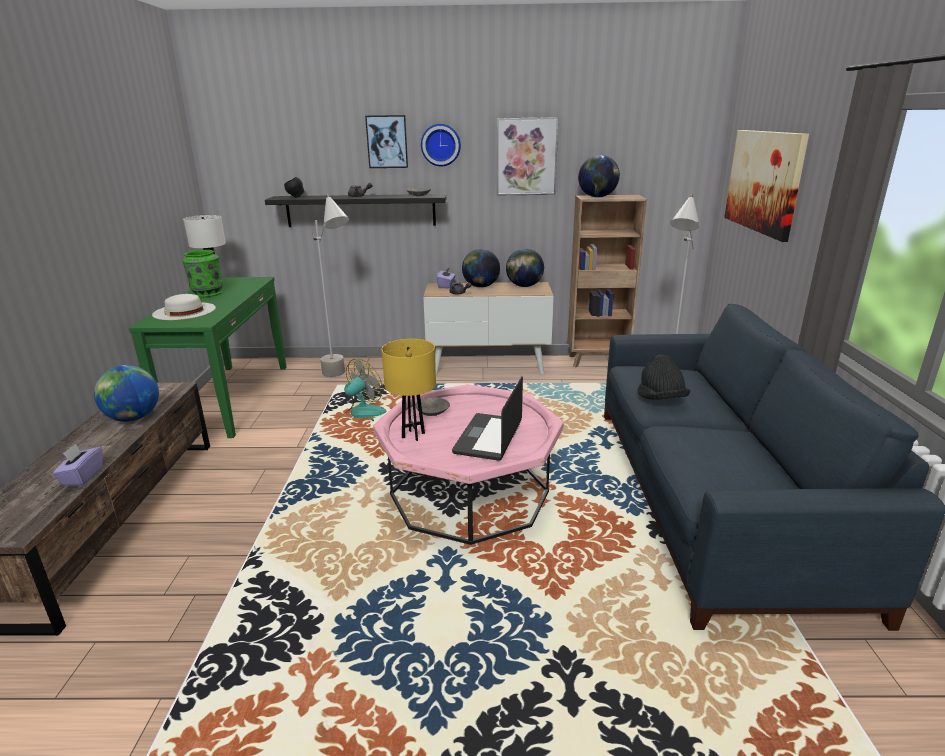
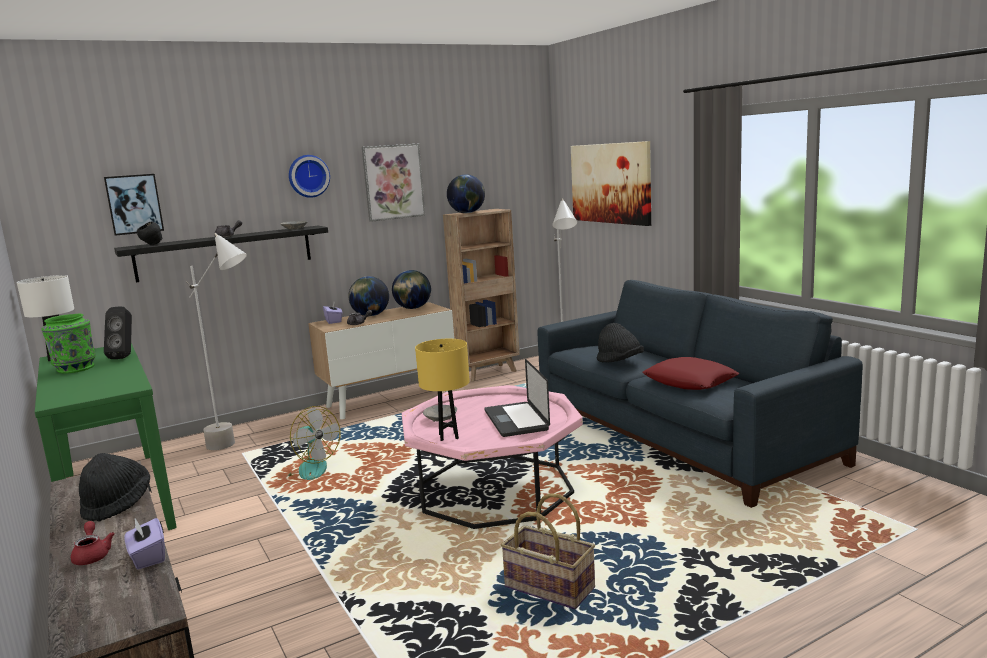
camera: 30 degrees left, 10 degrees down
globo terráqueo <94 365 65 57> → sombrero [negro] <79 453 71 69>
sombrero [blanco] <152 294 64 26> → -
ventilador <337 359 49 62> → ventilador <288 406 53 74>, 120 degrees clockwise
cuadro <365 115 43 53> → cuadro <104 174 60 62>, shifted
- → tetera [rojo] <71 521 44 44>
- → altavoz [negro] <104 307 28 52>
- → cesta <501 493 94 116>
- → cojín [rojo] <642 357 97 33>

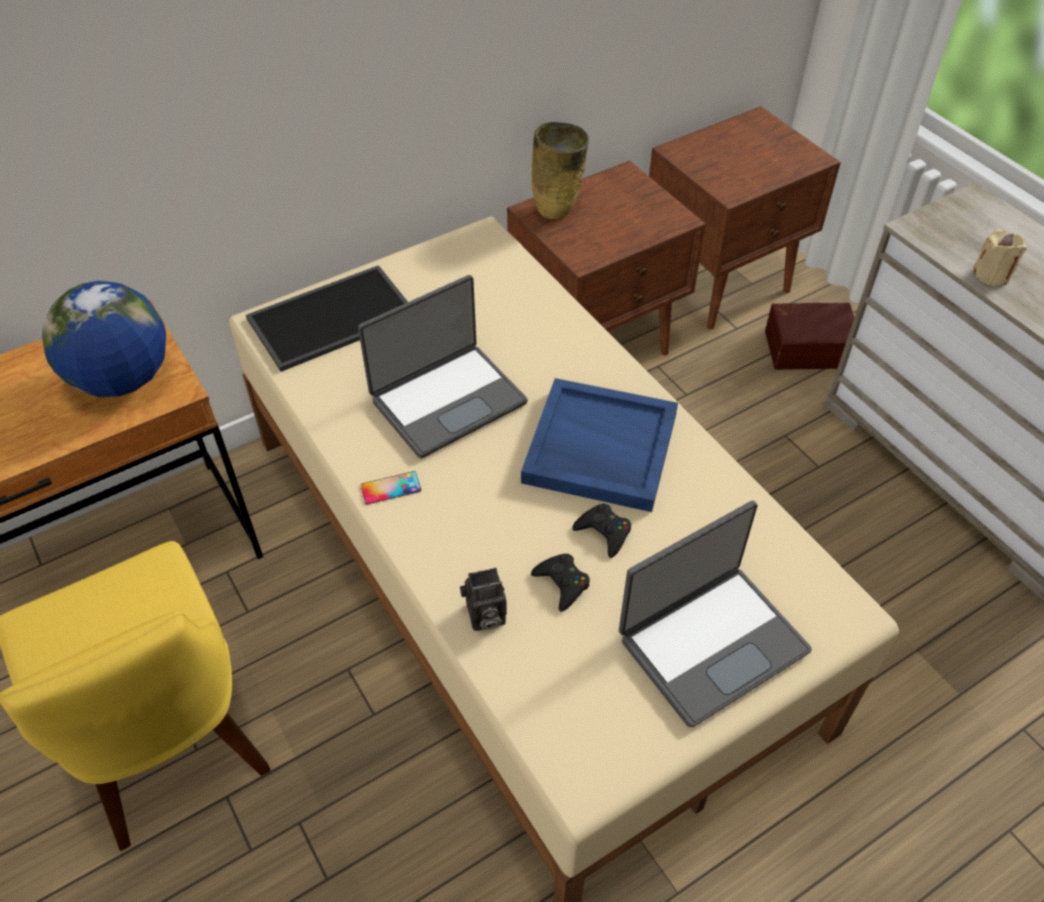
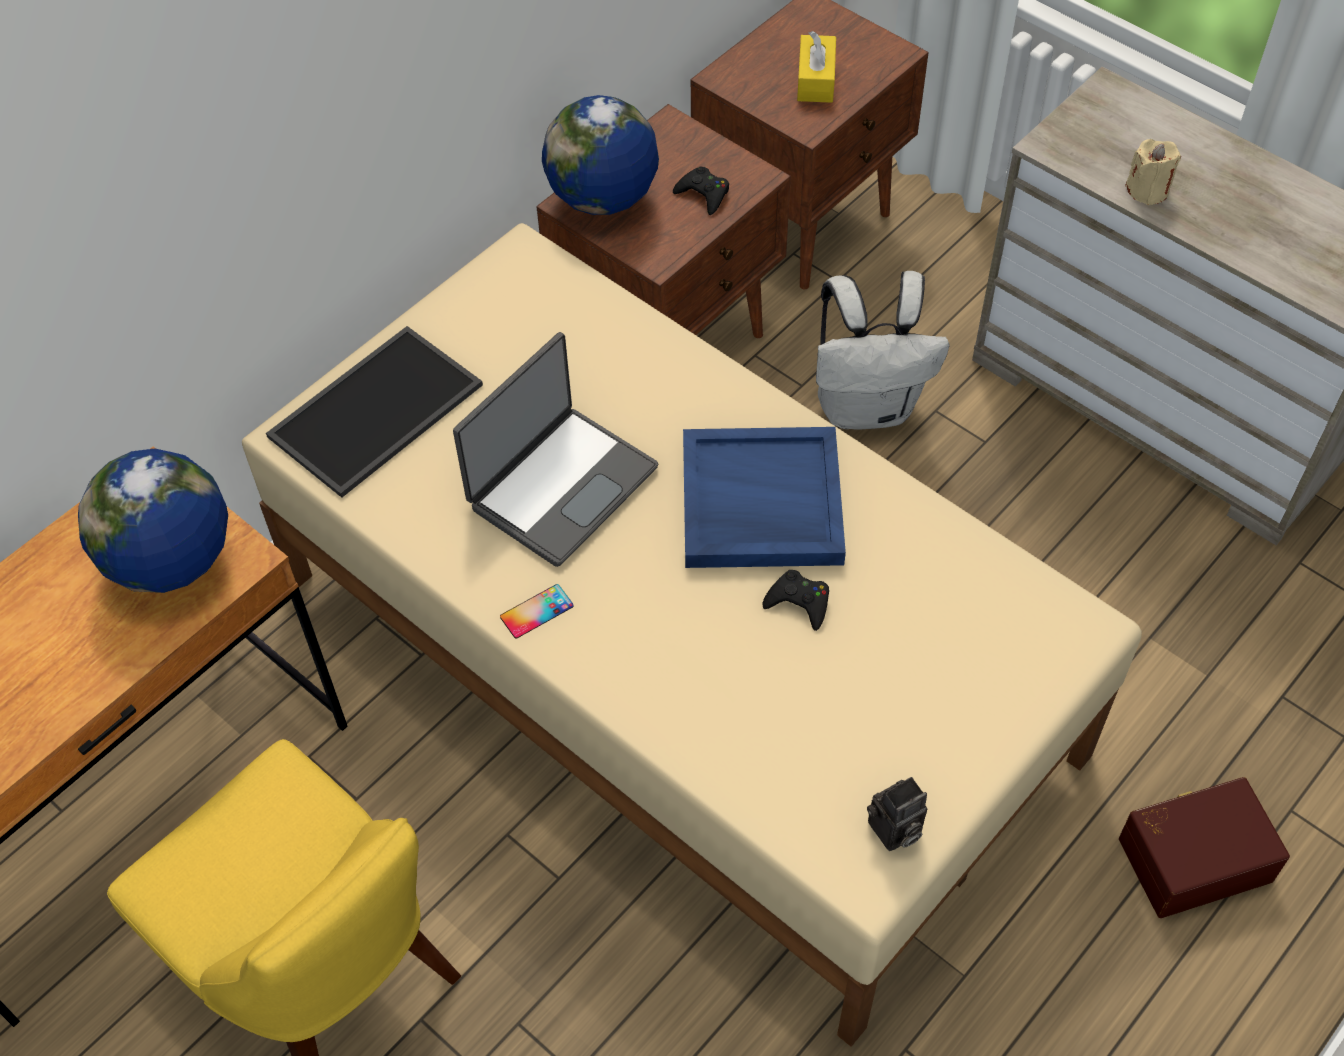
camera: 15 degrees left, 5 degrees up
cámara <460 568 47 63> → cámara <867 777 60 74>, shifted
florero [beis] <531 122 58 98> → globo terráqueo <542 95 117 120>
mando de consola [negro] <531 554 59 58> → mando de consola [negro] <673 166 56 49>, shifted
portátil <619 501 193 226> → -
caja de almacenaje [marrón] <765 302 89 68> → caja de almacenaje [marrón] <1119 777 171 141>, shifted
- → caja de pañuelos [amarillo] <797 31 39 72>
- → mochila [blanco] <816 271 134 158>

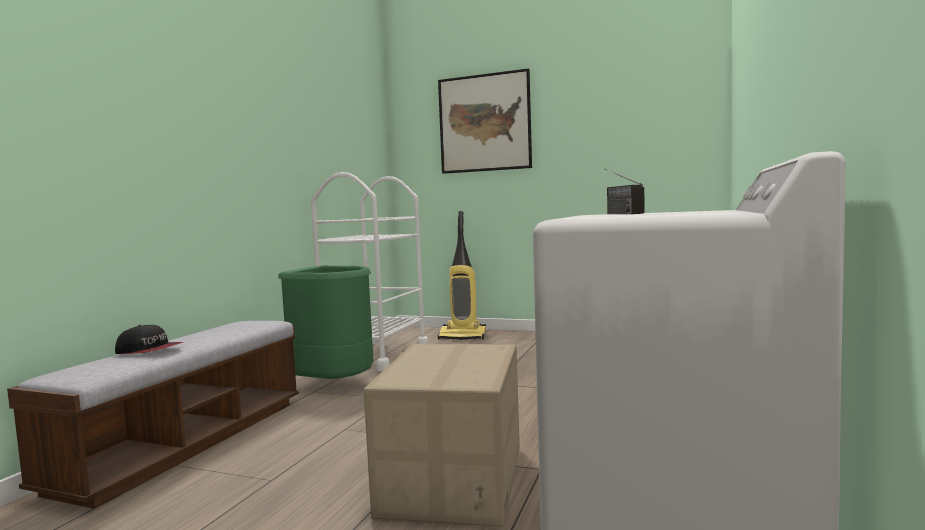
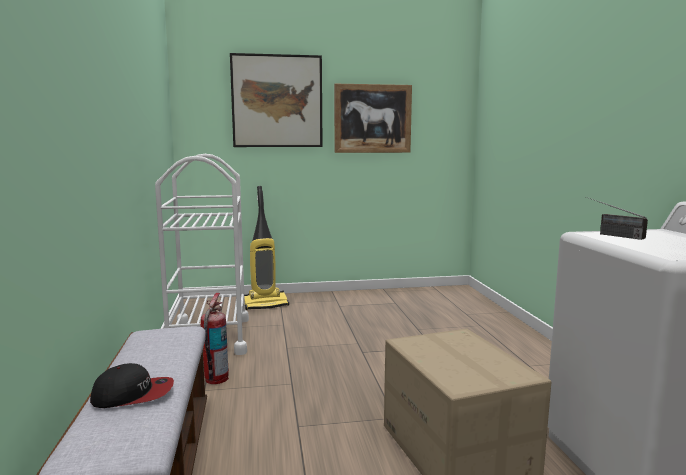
camera: 30 degrees left, 5 degrees up
papelera [verde] <278 266 96 113> → extintor <200 293 29 91>
- → cuadro <334 84 78 69>

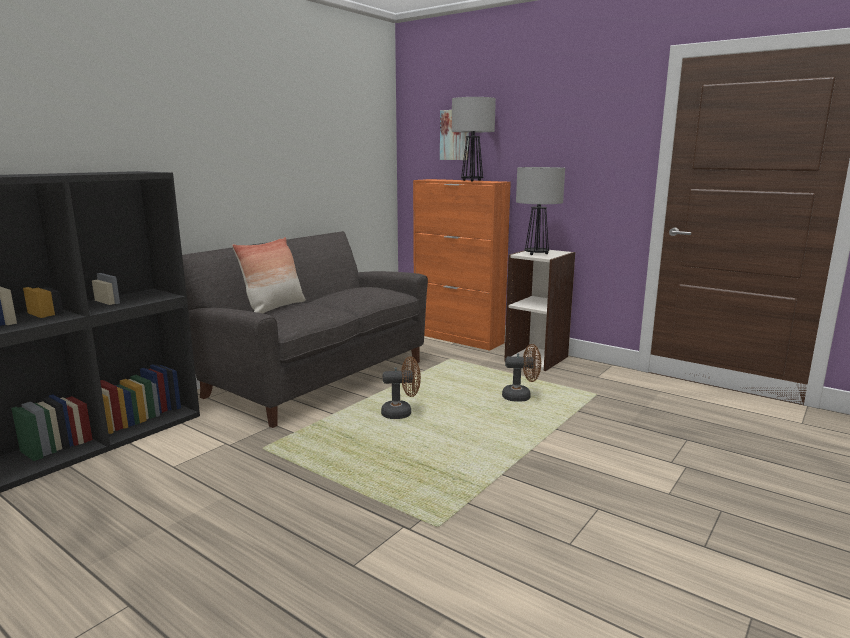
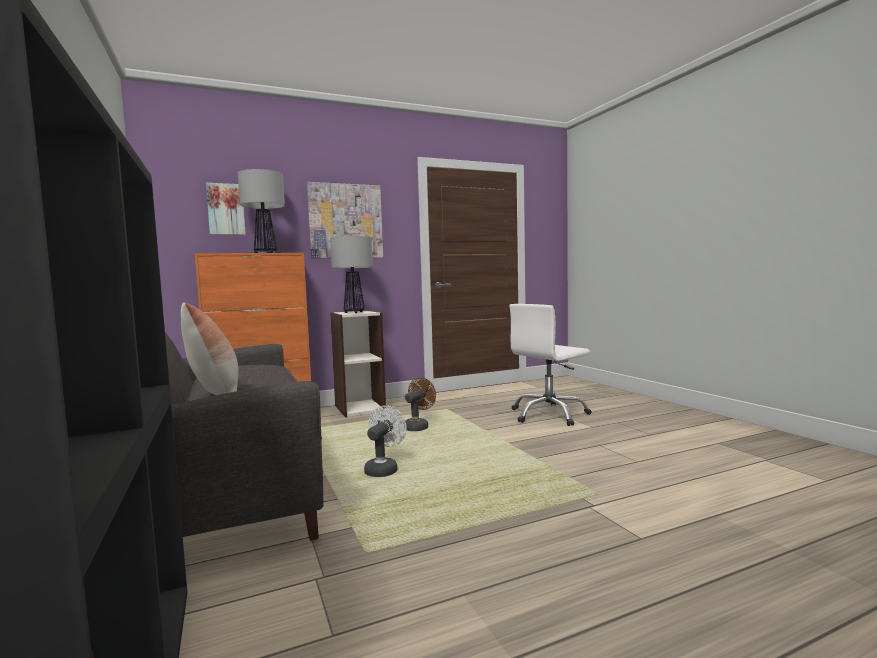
camera: 60 degrees left, 10 degrees down
ventilador [marrón] <381 356 40 63> → ventilador [blanco] <364 405 43 72>
- → cuadro <307 182 76 76>
- → silla de oficina [blanco] <509 304 83 122>

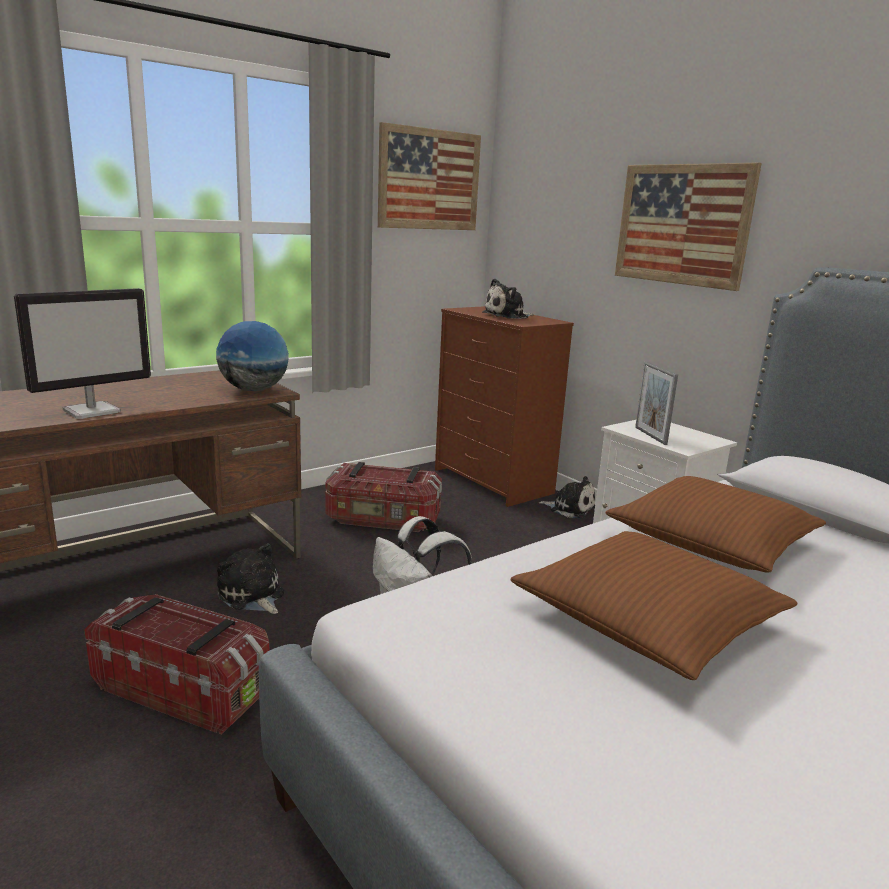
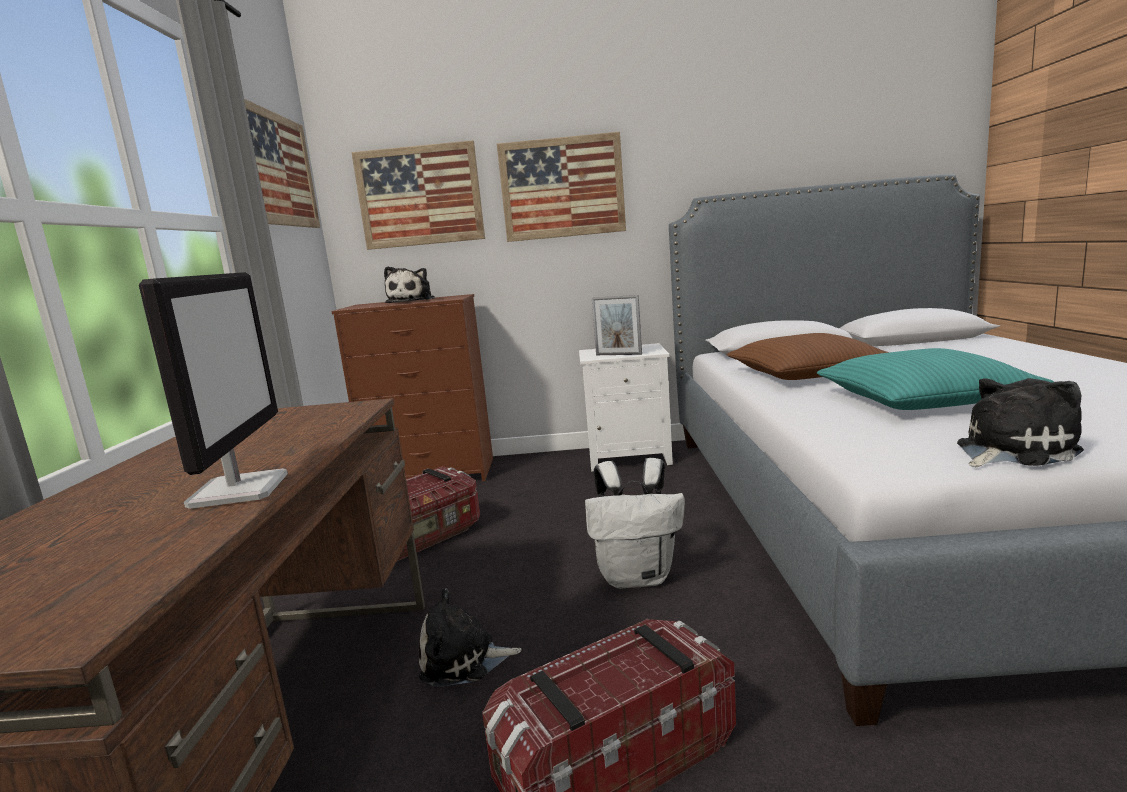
camera: 50 degrees left, 5 degrees down
globo terráqueo <216 321 73 70> → -
cojín [marrón] <511 531 287 149> → cojín [turquesa] <817 348 237 62>
peluche <539 476 56 43> → peluche <957 378 127 89>, shifted
- → cuadro <351 140 134 110>

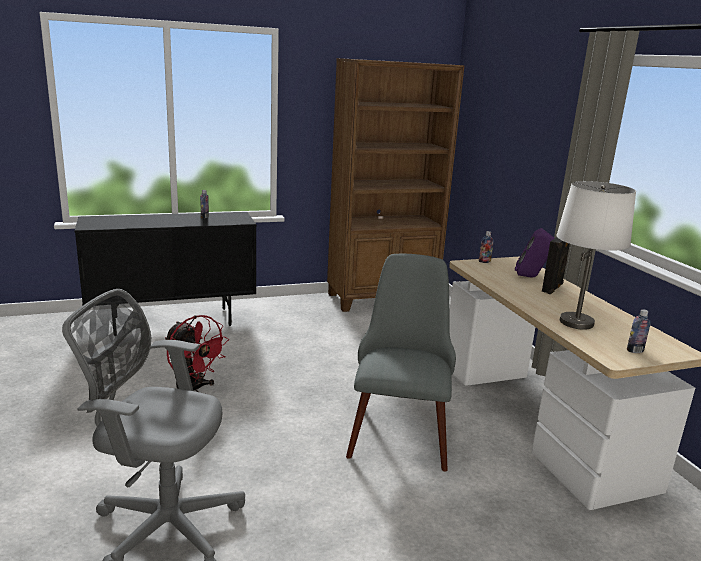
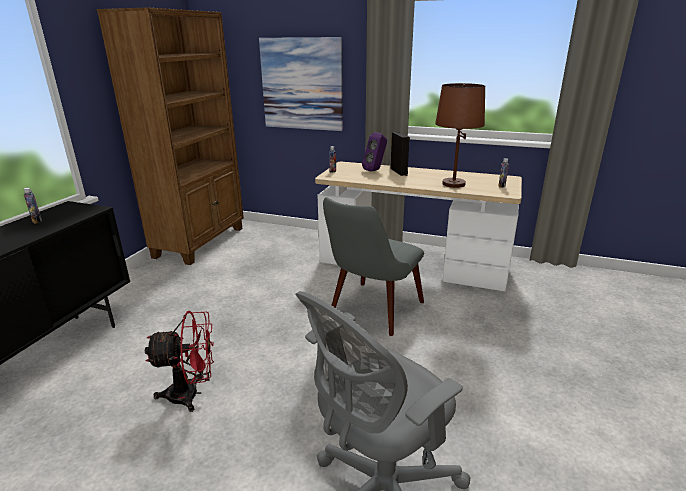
camera: 50 degrees left, 5 degrees up
silla [gris] <346 254 110 217> → silla [gris] <323 197 101 139>, 105 degrees counterclockwise
lámpara de mesa [blanco] <557 181 79 149> → lámpara de mesa [marrón] <435 83 50 105>
- → cuadro <259 37 84 94>

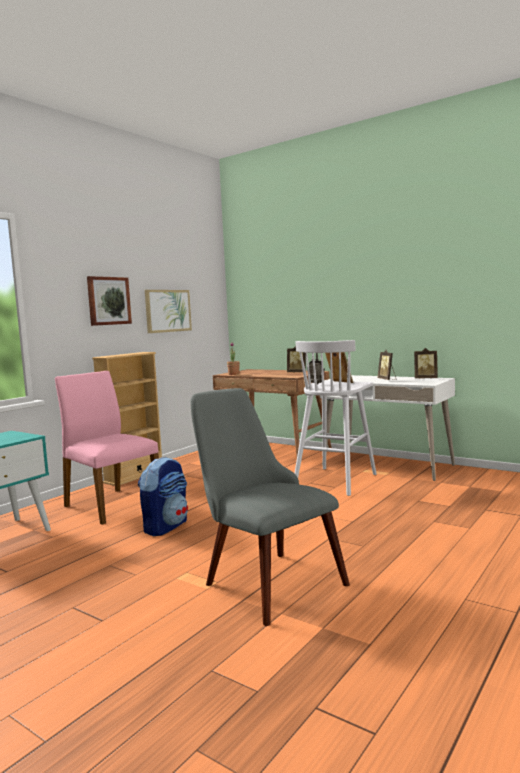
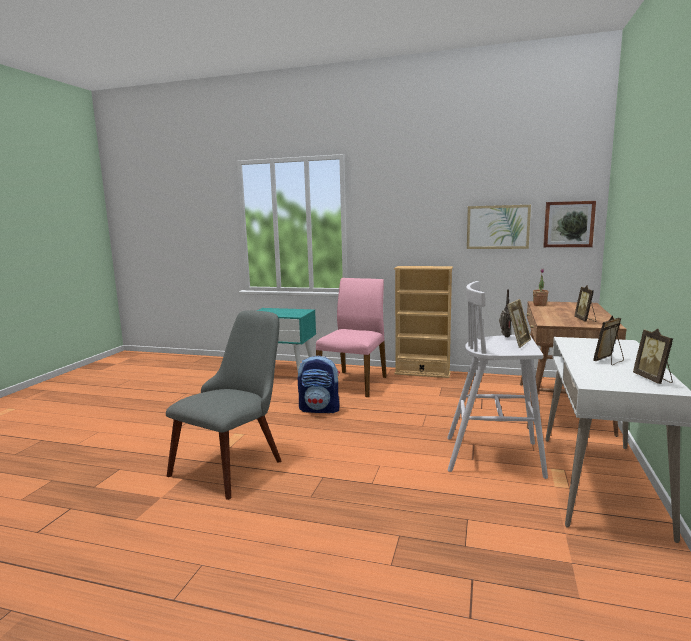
camera: 70 degrees right, 5 degrees up
cuadro <87 276 45 50> → cuadro <543 201 53 46>, shifted

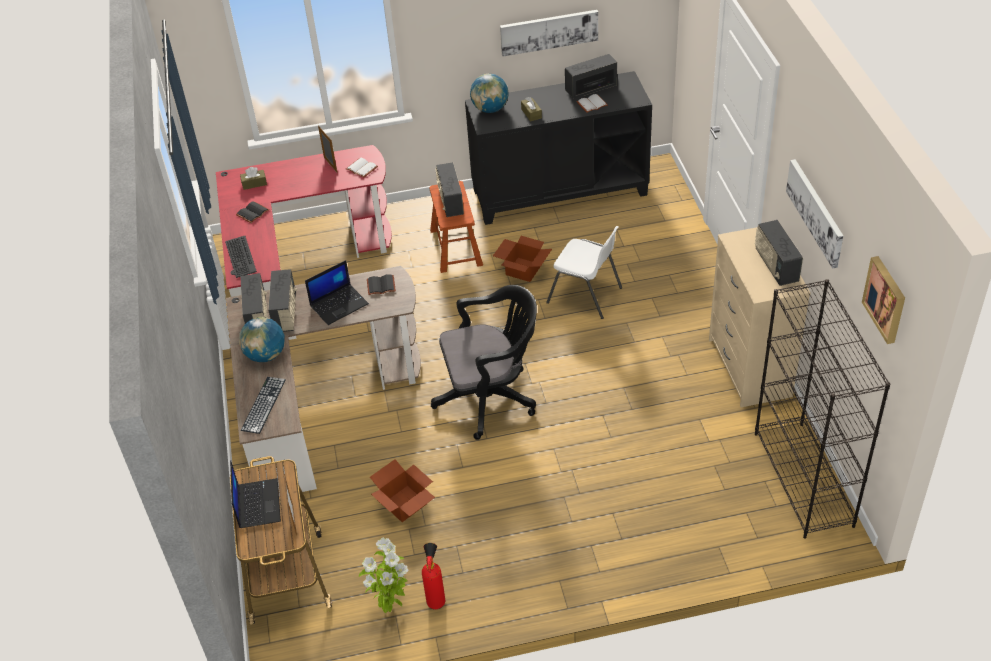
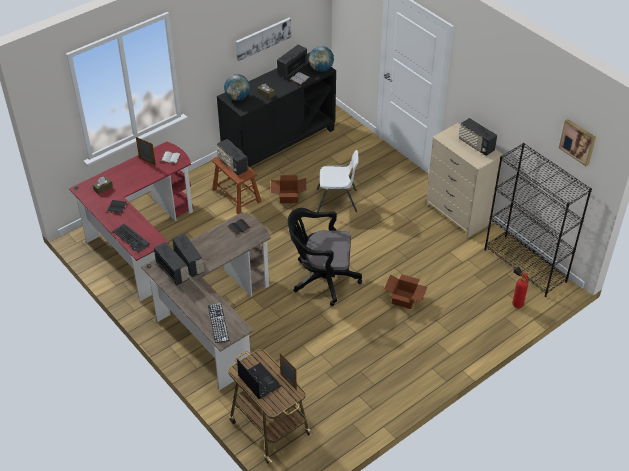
camera: 30 degrees left, 0 degrees up
globo terráqueo <239 317 46 45> → globo terráqueo <309 46 25 26>, shifted
portátil <305 260 64 65> → -
planta en maceta <359 537 50 76> → -
caja de cartón <370 459 65 63> → caja de cartón <384 274 43 35>, shifted
extintor <422 543 23 66> → extintor <512 267 16 41>, shifted
silla de oficina [negro] <431 285 106 155> → silla de oficina [negro] <287 208 75 98>, 135 degrees counterclockwise
cuadro <786 159 57 110> → -

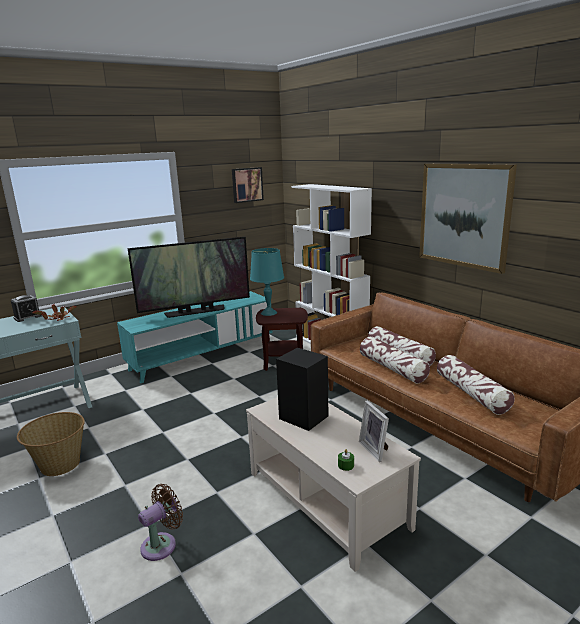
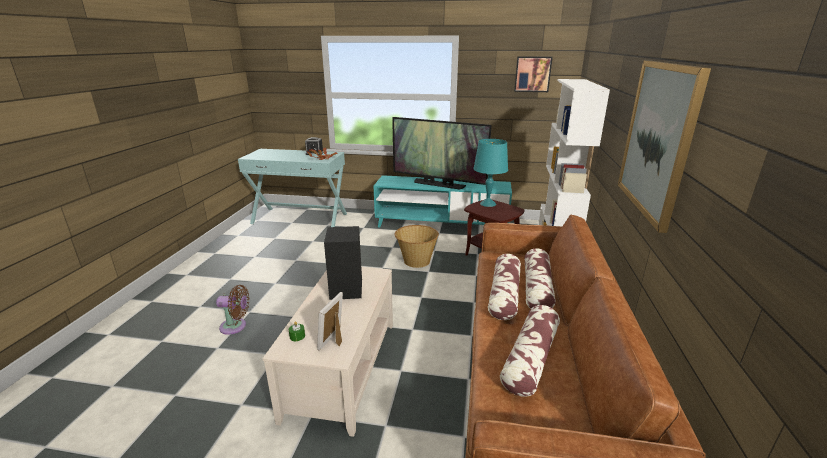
camera: 45 degrees right, 5 degrees up
cesta <17 412 68 64> → cesta <394 225 45 43>, shifted

